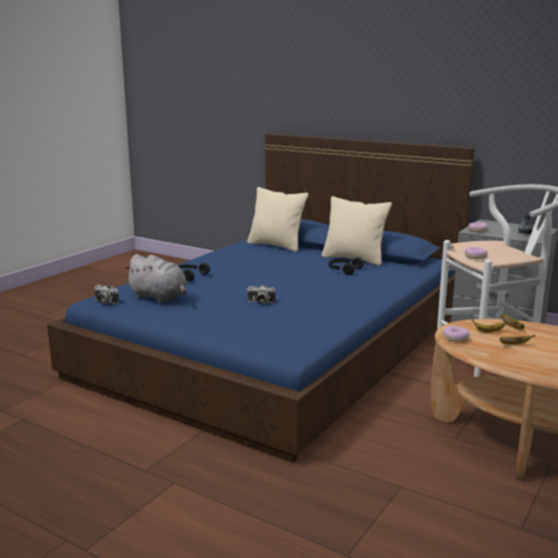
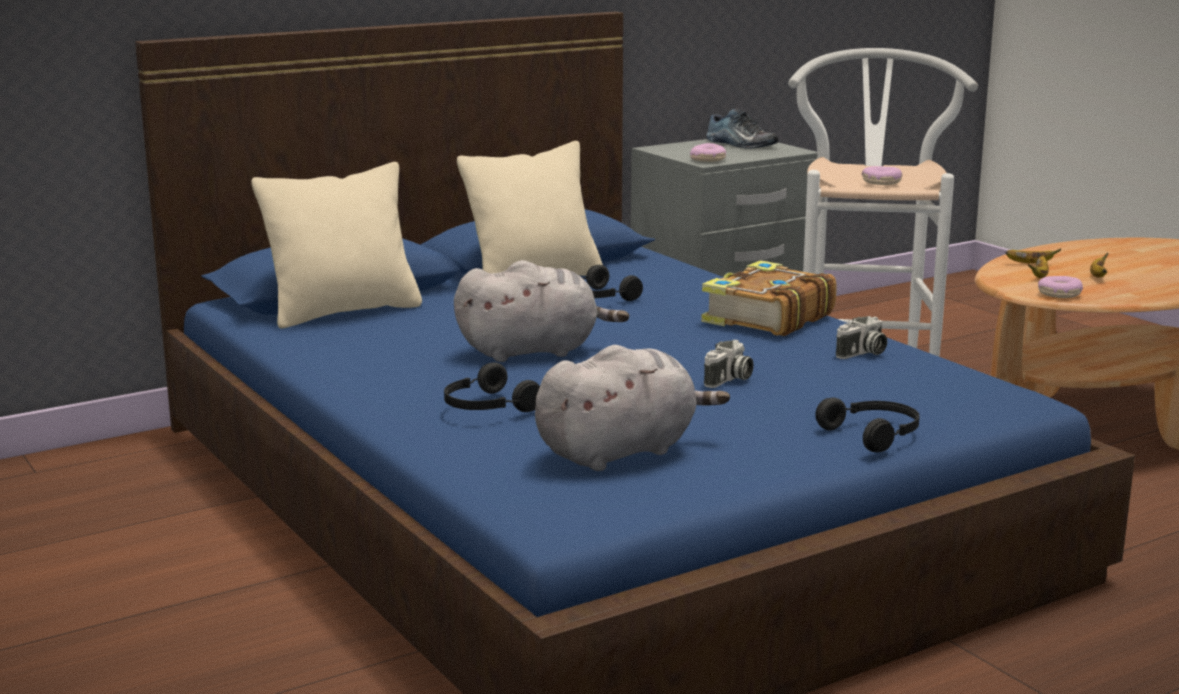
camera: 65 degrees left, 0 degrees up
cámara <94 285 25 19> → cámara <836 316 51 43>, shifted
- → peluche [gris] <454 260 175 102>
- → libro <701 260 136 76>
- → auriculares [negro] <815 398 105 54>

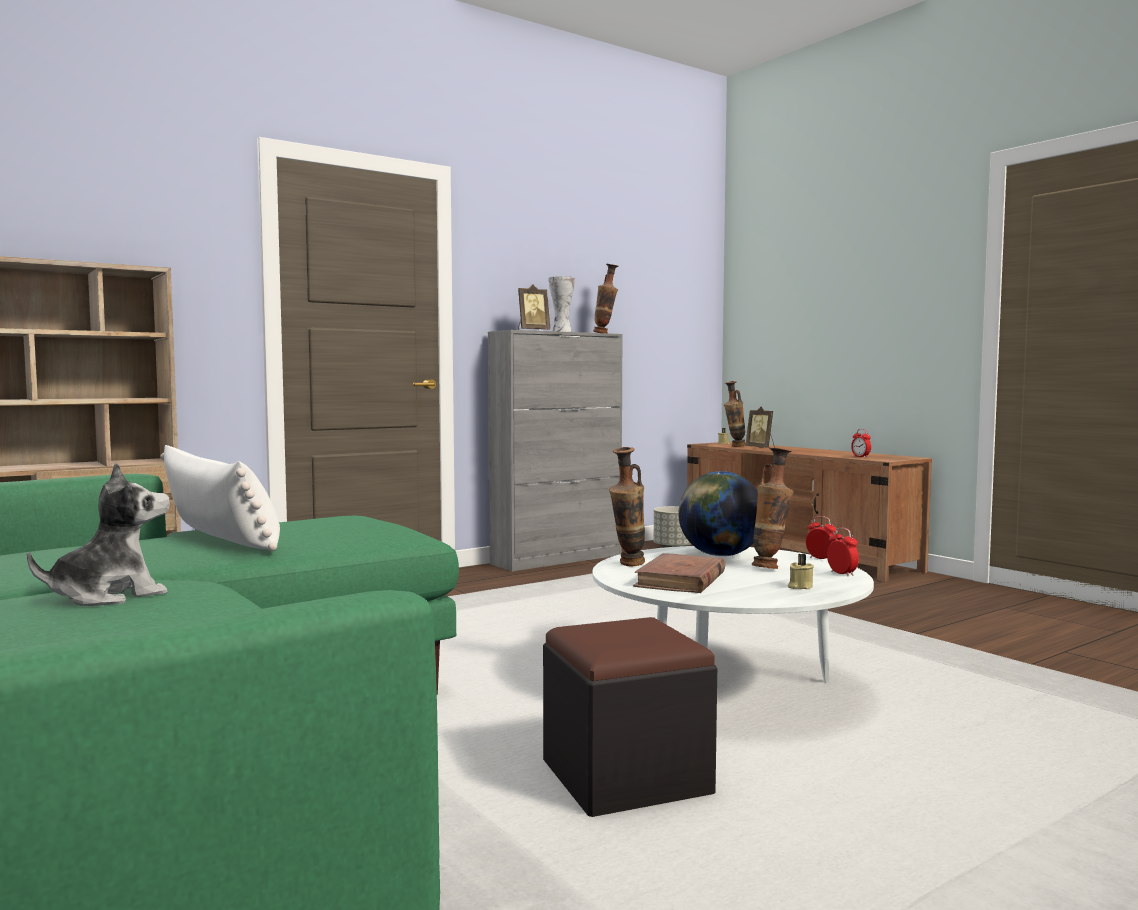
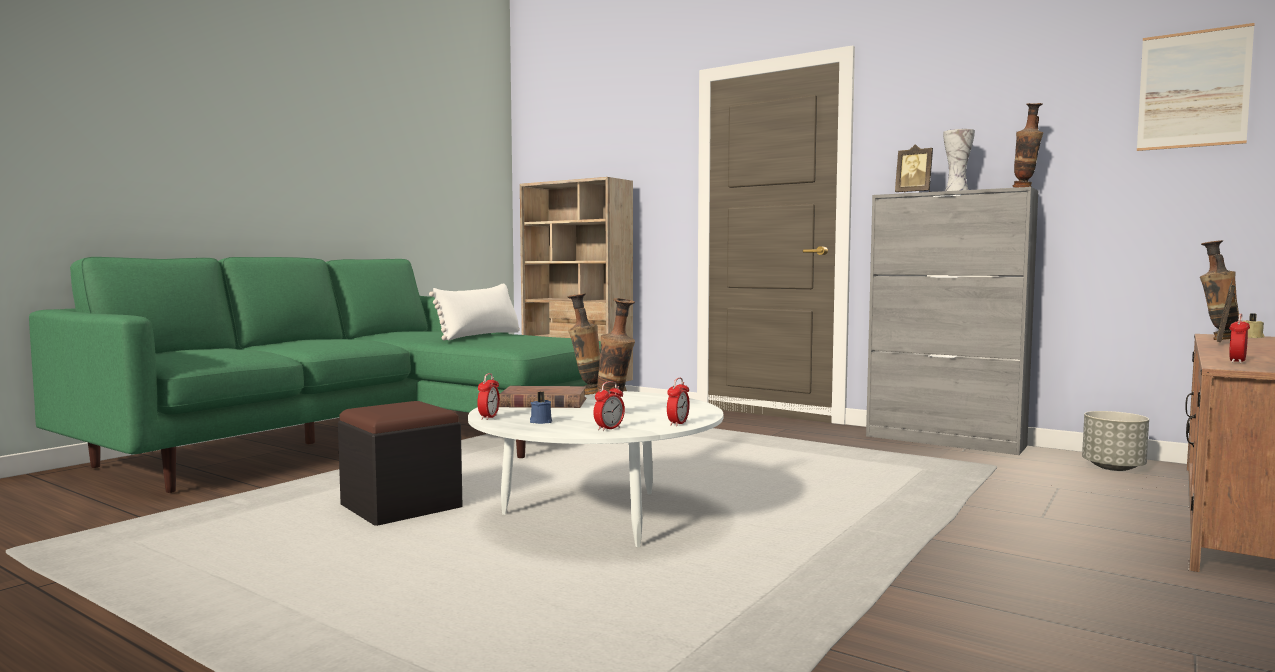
camera: 70 degrees right, 0 degrees up
peluche <27 463 143 143> → -
globo terráqueo <678 471 80 85> → -
vela [beis] <787 554 27 35> → vela [azul] <530 391 22 33>
- → despertador <477 373 23 47>
- → cuadro <1137 23 117 128>

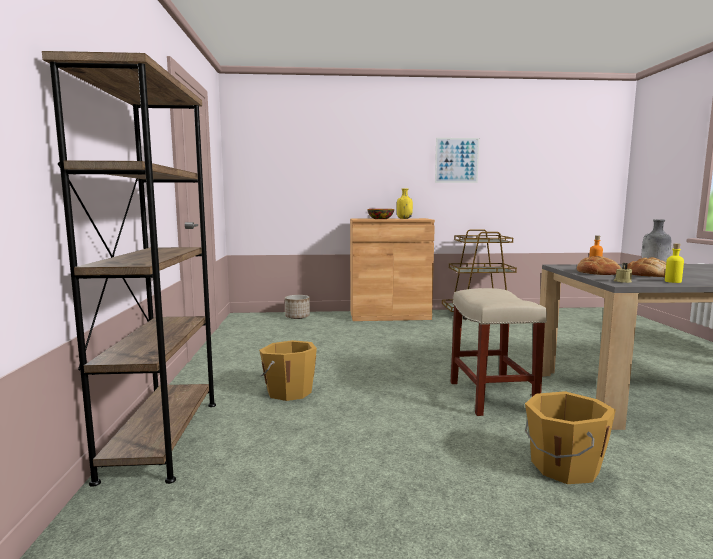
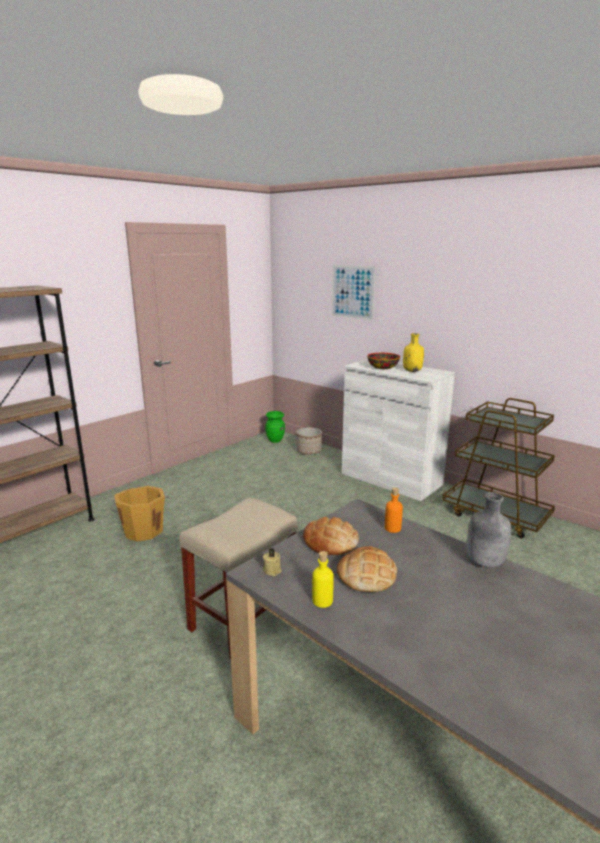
camera: 45 degrees right, 10 degrees up
armario [marrón] <350 218 85 103> → armario [blanco] <342 359 113 142>
cuadro <435 138 44 45> → cuadro <332 265 43 55>, shifted
cubo [naranja] <525 391 91 93> → -
- → florero [verde] <265 411 20 32>

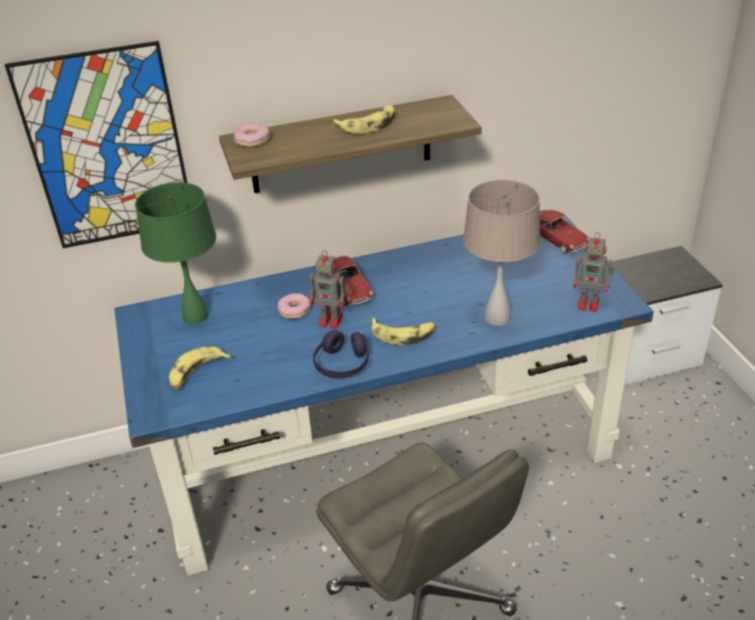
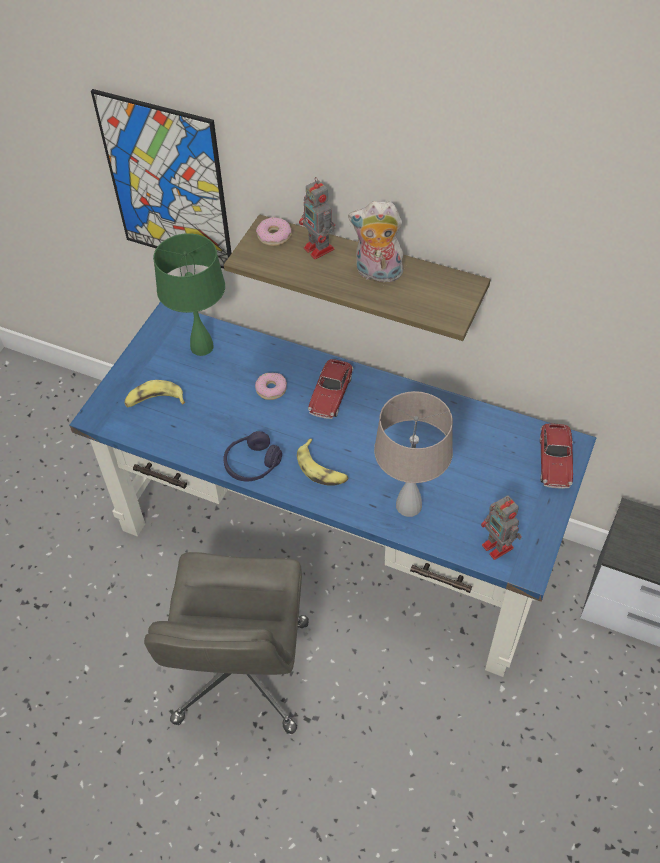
camera: 40 degrees right, 15 degrees up
robot de juguete <310 250 39 79> → robot de juguete <299 177 36 82>, shifted
plátano <332 105 63 29> → peluche <348 201 57 82>

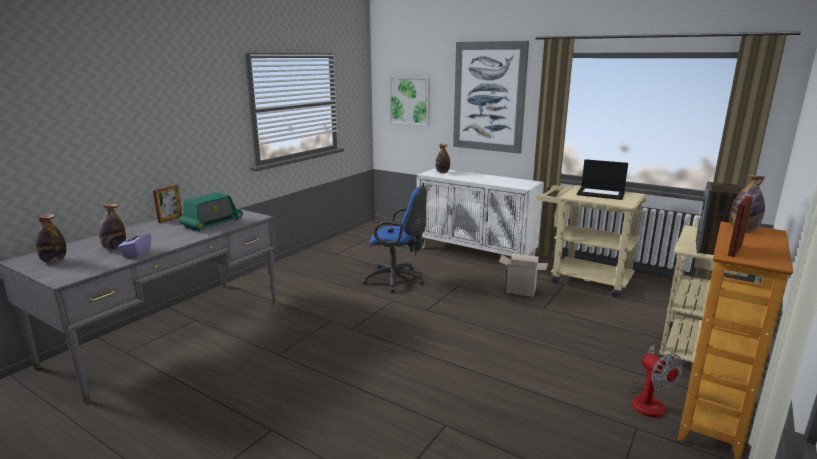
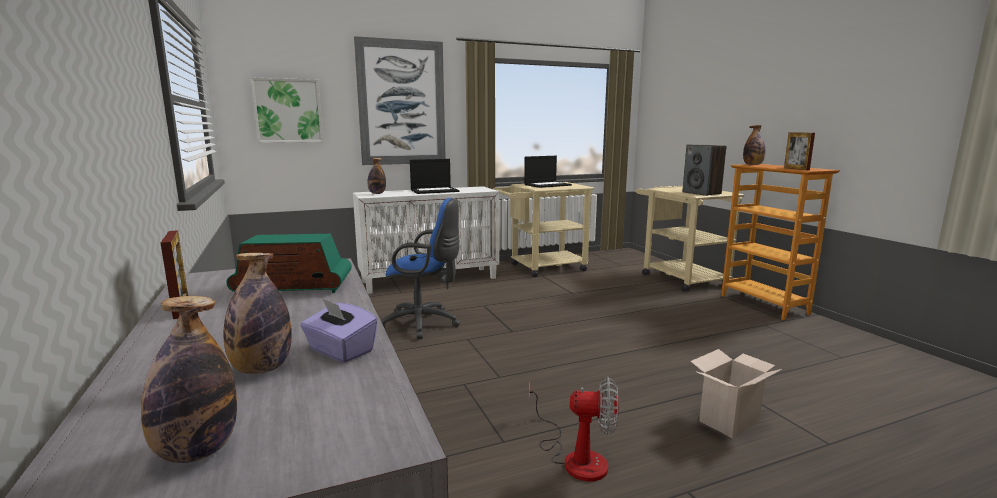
camera: 55 degrees left, 5 degrees down
radio <179 192 64 39> → radio <226 234 126 59>, 75 degrees counterclockwise
silla de oficina [azul] <362 186 65 107> → silla de oficina [azul] <381 198 79 141>, 45 degrees clockwise
caja de cartón <499 254 49 43> → caja de cartón <690 349 92 89>, shifted
ventilador <630 345 53 72> → ventilador <529 376 90 105>, shifted
- → portátil <410 159 49 35>

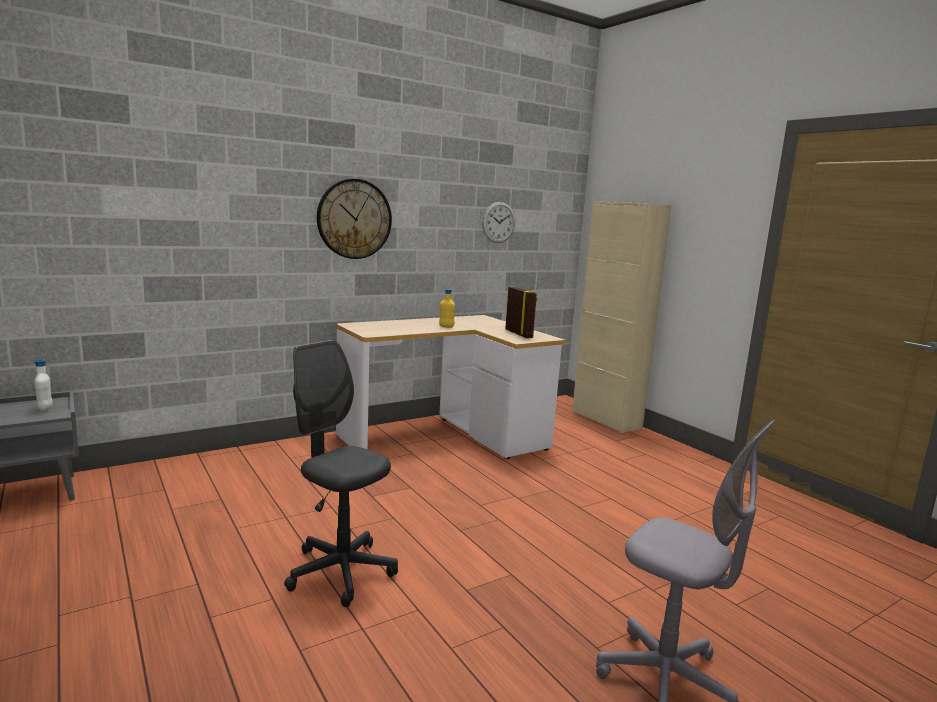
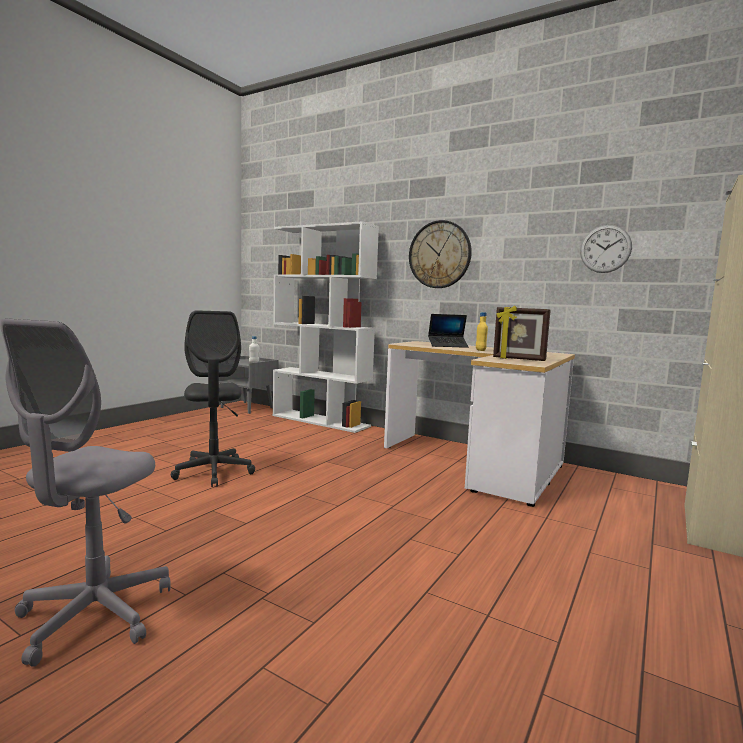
camera: 65 degrees right, 5 degrees down
silla de oficina [gris] <284 340 114 267> → silla de oficina [gris] <171 311 84 176>, 150 degrees clockwise
portarretratos <505 287 33 51> → portarretratos <493 306 58 55>, 75 degrees clockwise
- → estantería [blanco] <273 222 106 211>
- → portátil <428 314 41 34>

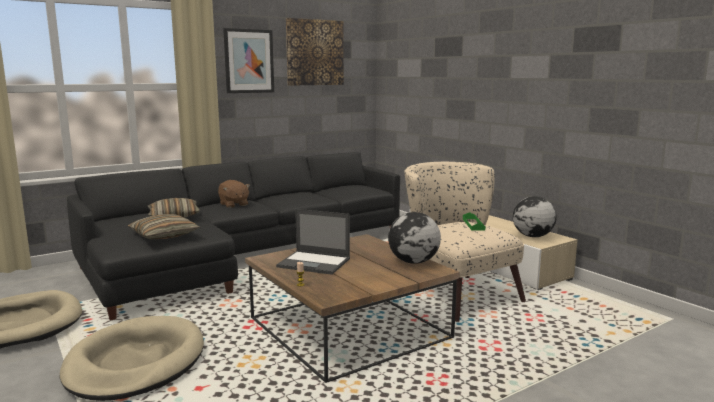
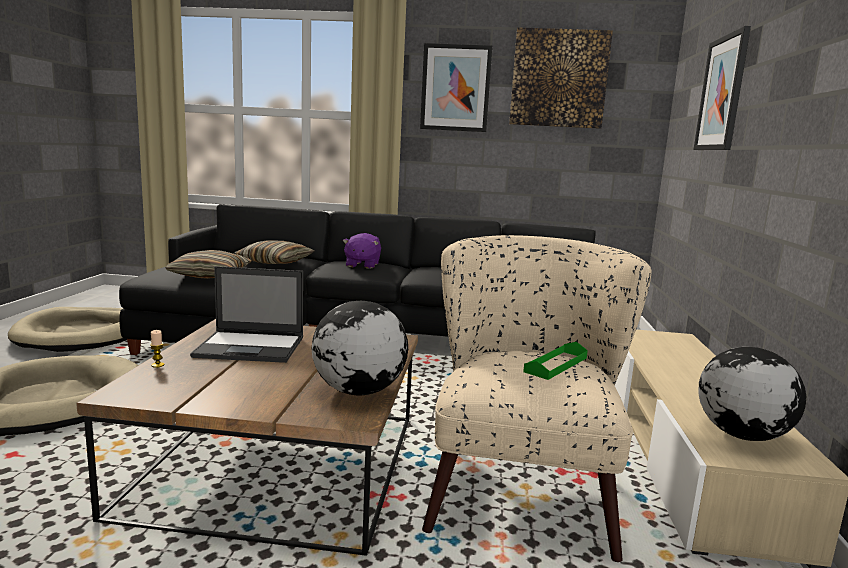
camera: 40 degrees right, 0 degrees up
peluche [marrón] <218 180 32 28> → peluche [morado] <342 233 39 36>
portátil <276 209 74 66> → portátil <190 266 113 97>, 60 degrees counterclockwise
- → cuadro <693 26 58 124>

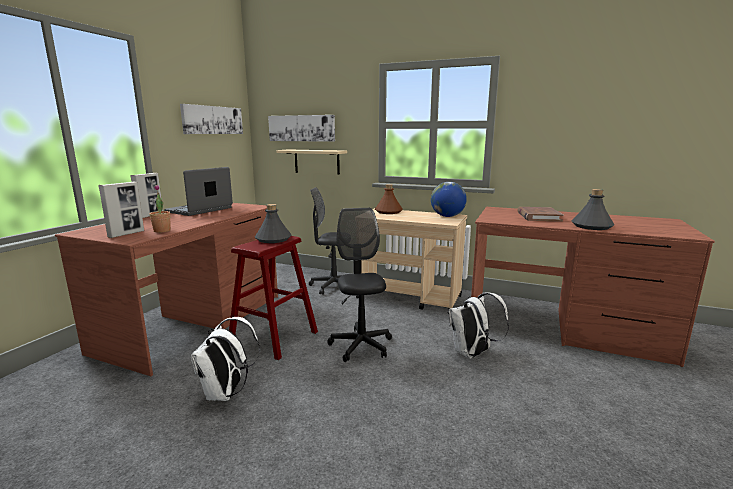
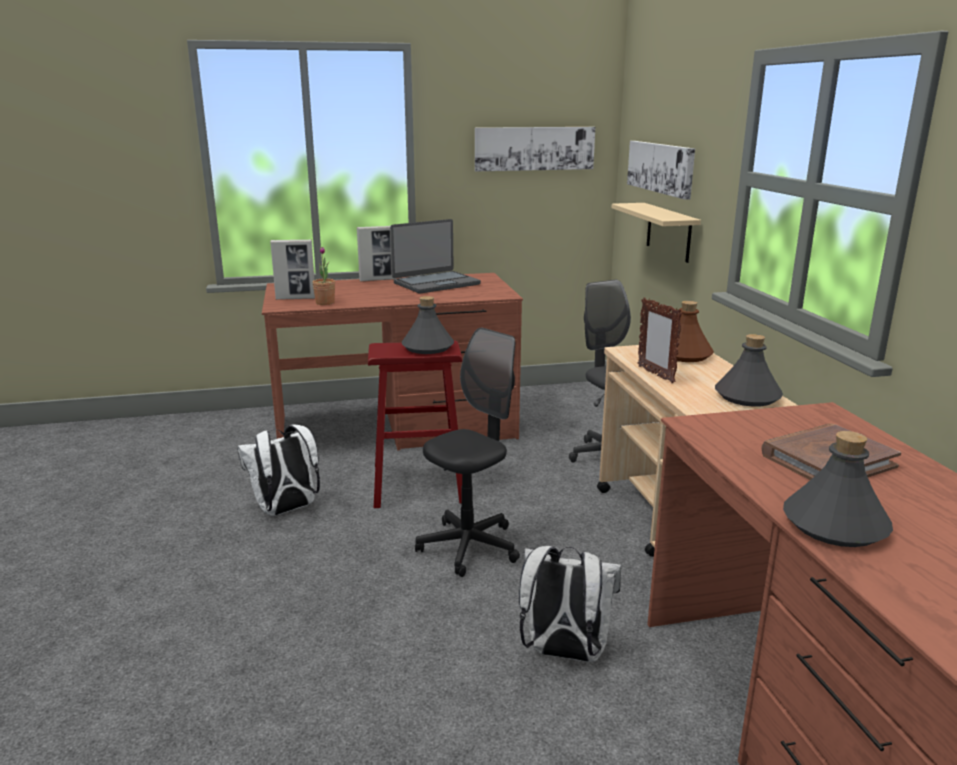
camera: 55 degrees right, 5 degrees up
portátil <164 167 69 49> → portátil <390 219 91 75>, 150 degrees clockwise
globo terráqueo <431 182 36 35> → botella [gris] <715 334 68 73>
- → portarretratos <638 297 44 86>

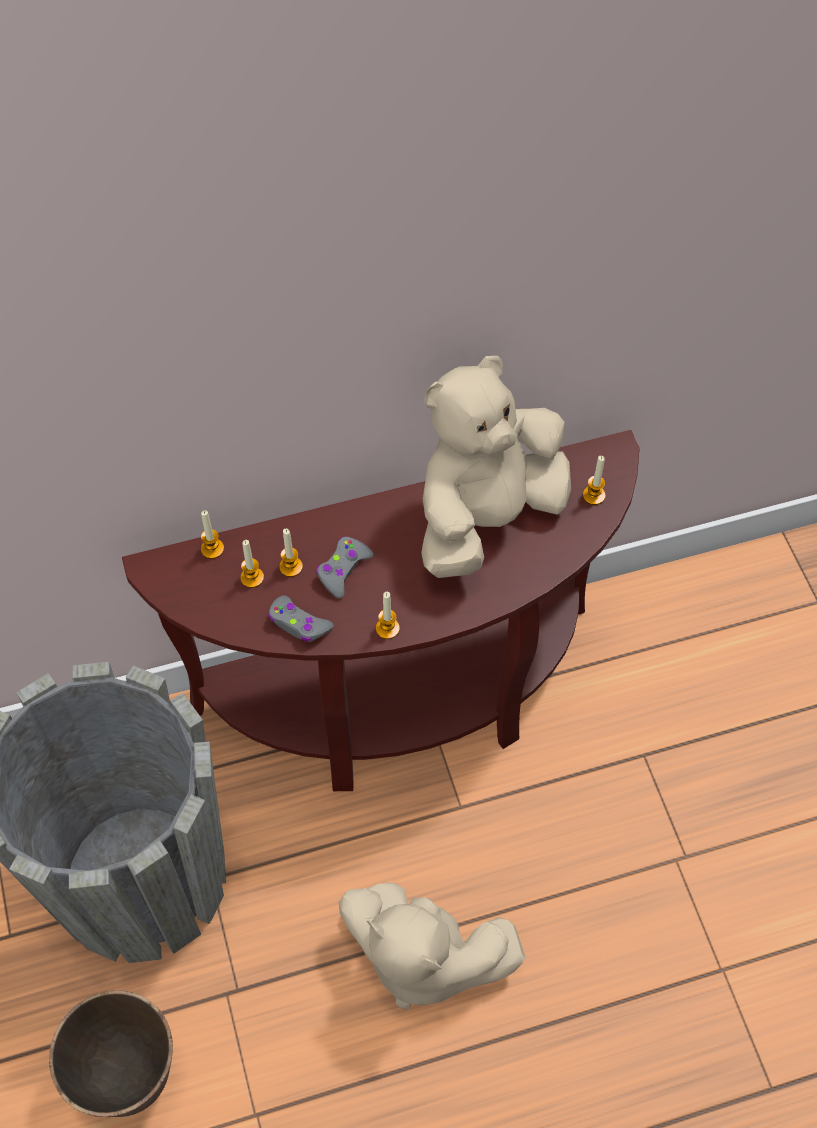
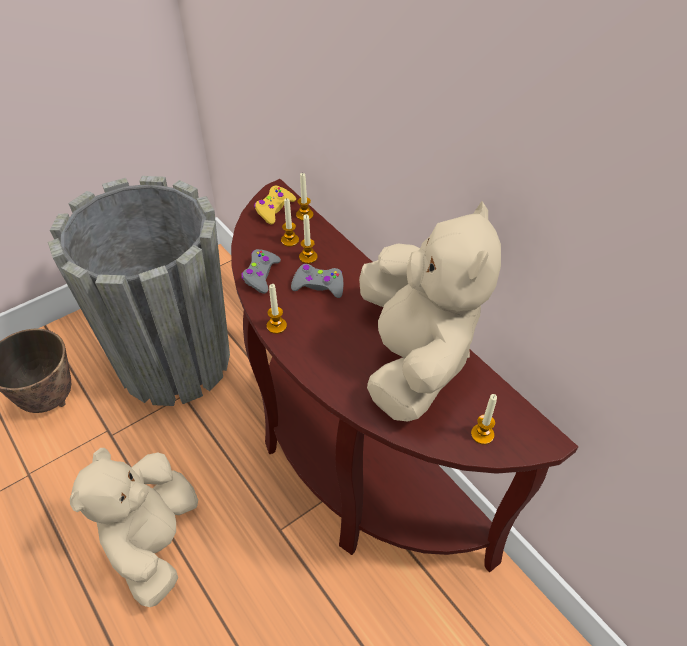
camera: 70 degrees right, 10 degrees down
peluche [beis] <421 356 150 222> → peluche [beis] <359 201 142 221>, 60 degrees clockwise
- → mando de consola [amarillo] <254 186 42 39>

